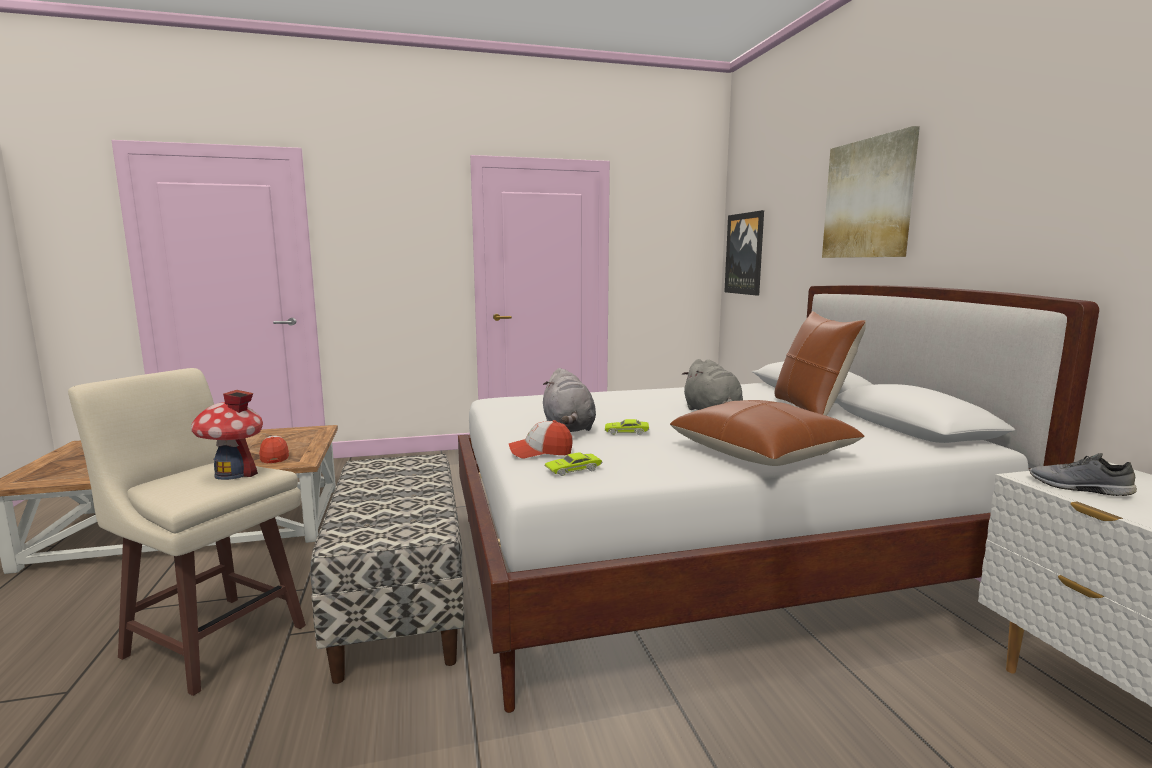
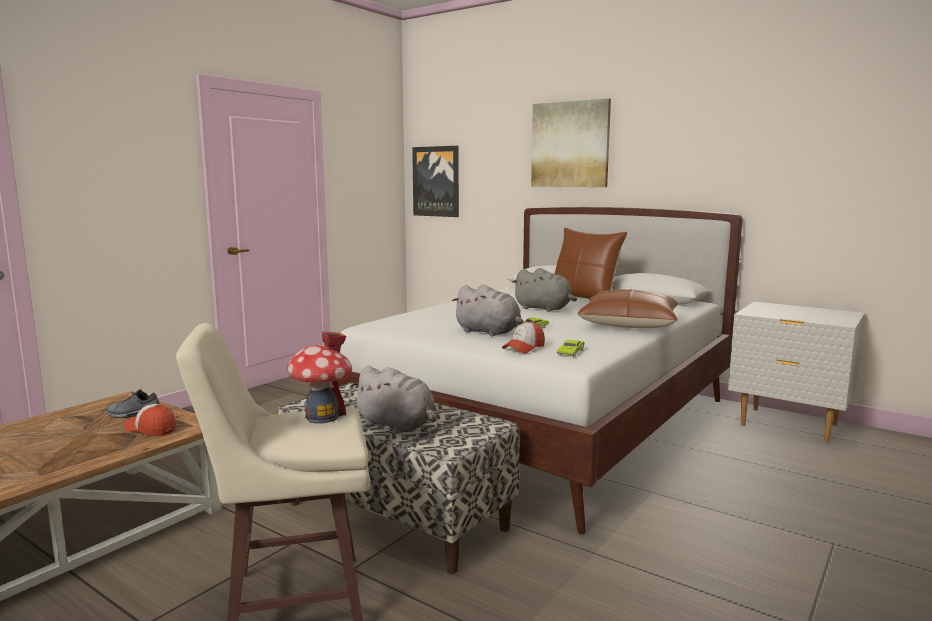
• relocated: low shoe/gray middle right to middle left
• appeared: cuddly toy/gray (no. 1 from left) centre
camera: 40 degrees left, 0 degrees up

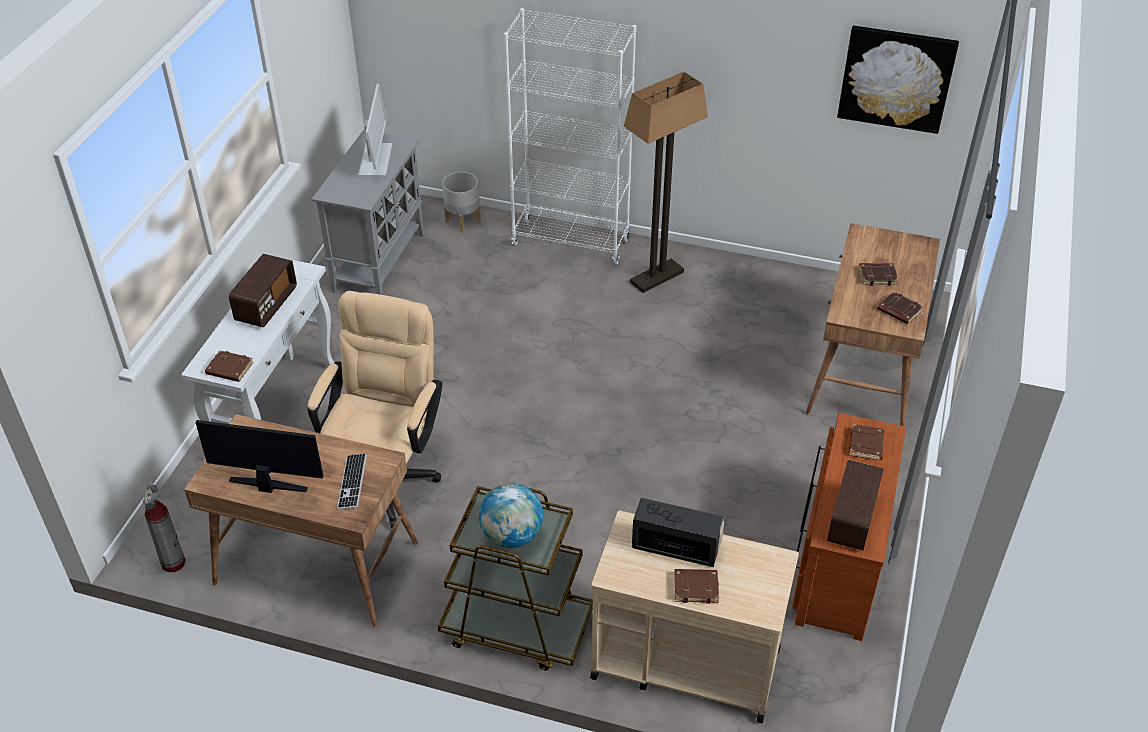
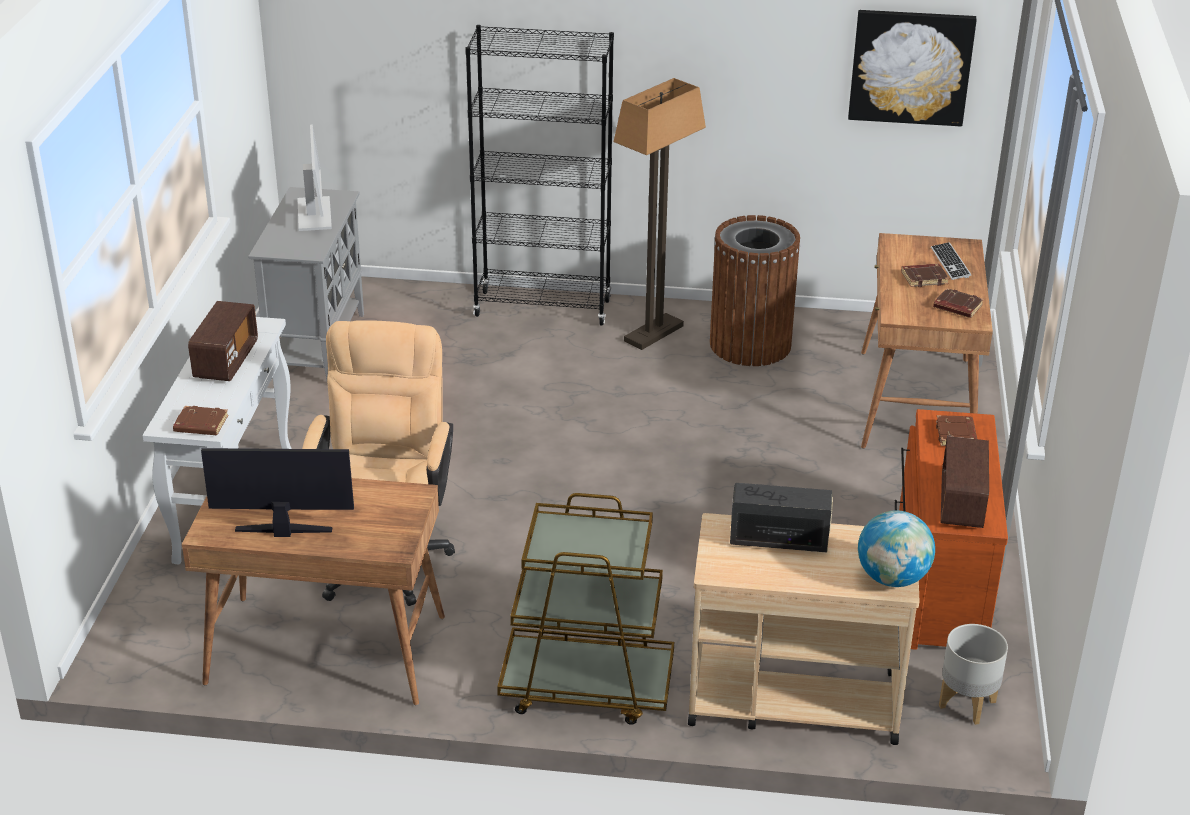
• missing: extinguisher bottom left
• relocated: keyboard middle left to top right
• relocated: flower pot/gray top centre to bottom right
• relocated: desk globe bottom centre to bottom right
• colour: bookcase/white top centre to bookcase/blackish top centre
• missing: volume/brownish (no. 2 from left) bottom centre
• appeared: trash can/brownish centre
camera: 10 degrees left, 10 degrees down

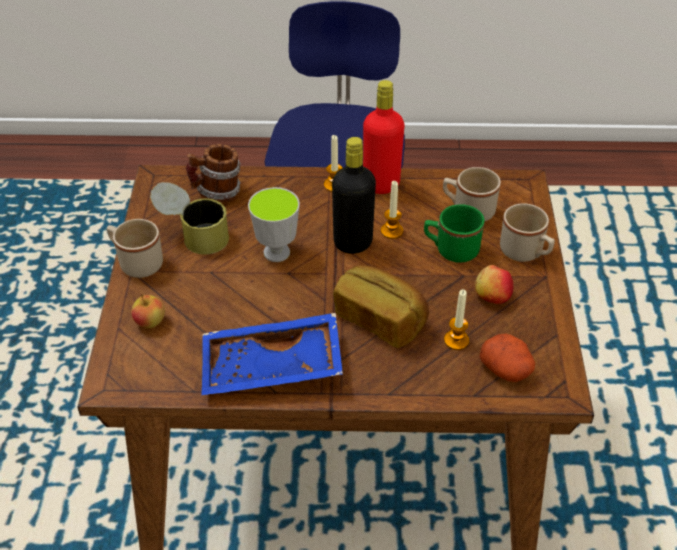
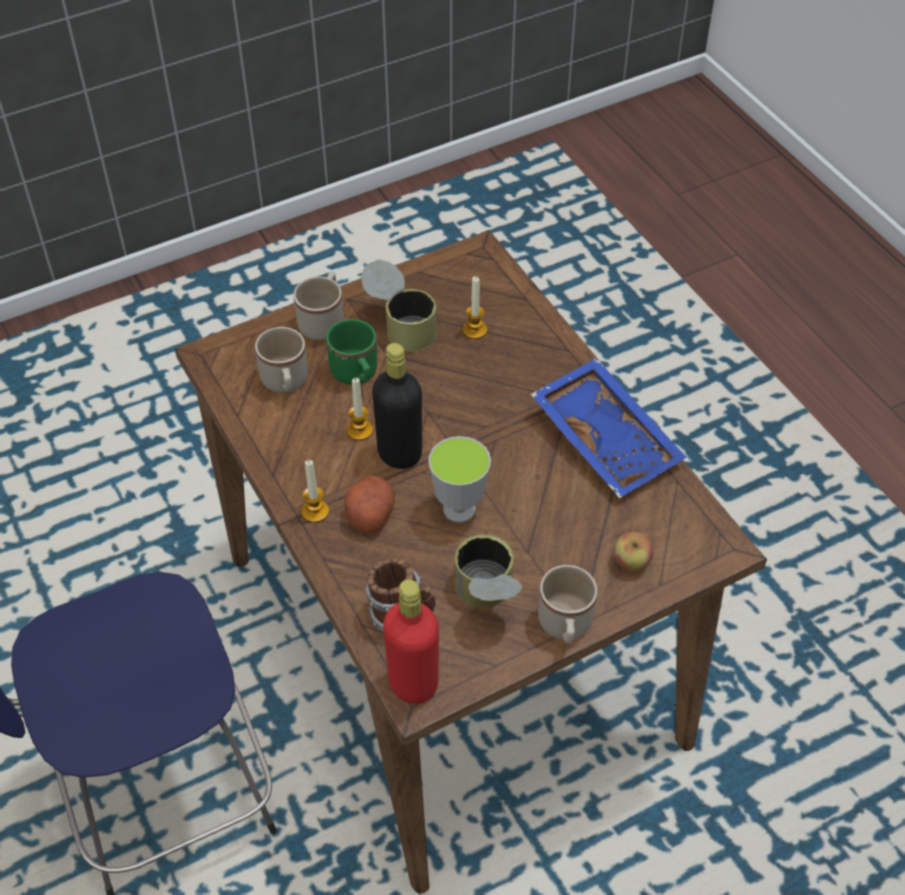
• missing: bakery bread centre
• relocated: bottle/red-coloured top centre to bottom centre
• exchanged: apple fruit (no. 2 from left) middle right to can (no. 1 from left) centre
• relocated: whole potato middle right to centre
camera: 120 degrees left, 5 degrees up

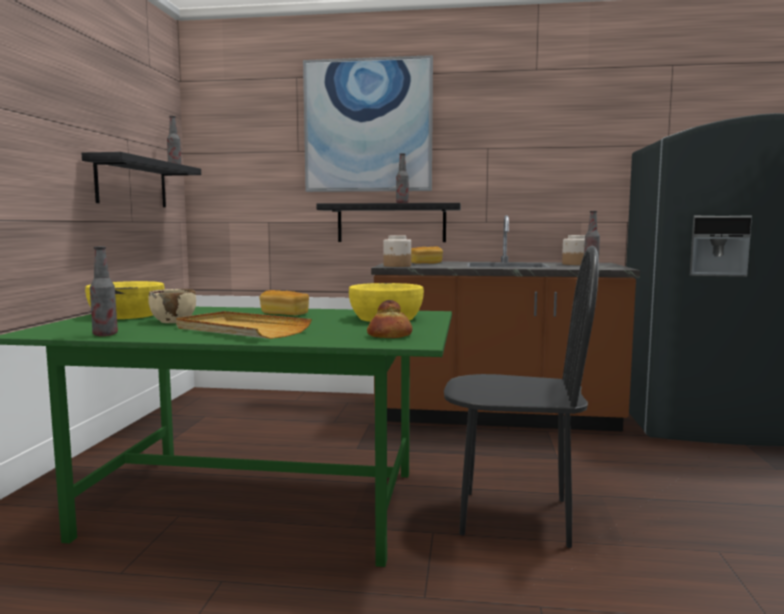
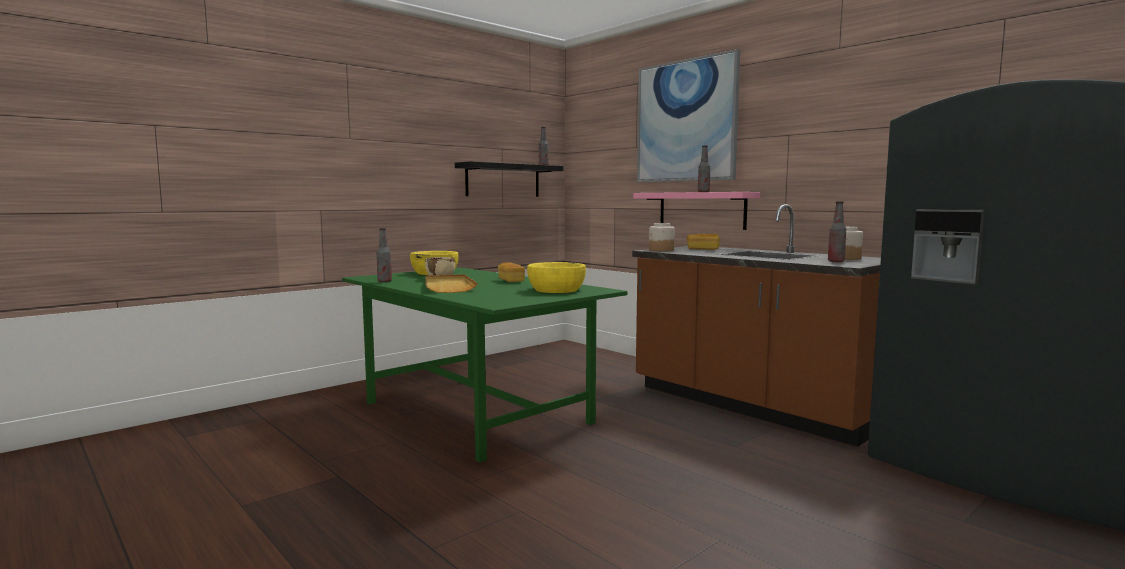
• colour: wall shelf/blackish (no. 2 from left) centre to wall shelf/pink-coloured centre
• missing: bakery bread (no. 2 from left) centre
• missing: upright chair/blackish centre
camera: 40 degrees right, 0 degrees up

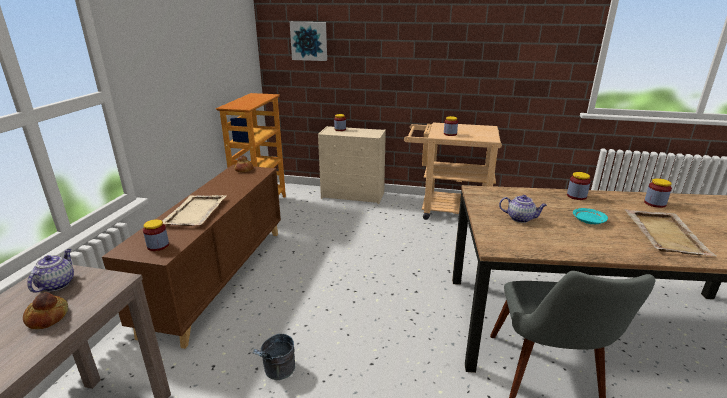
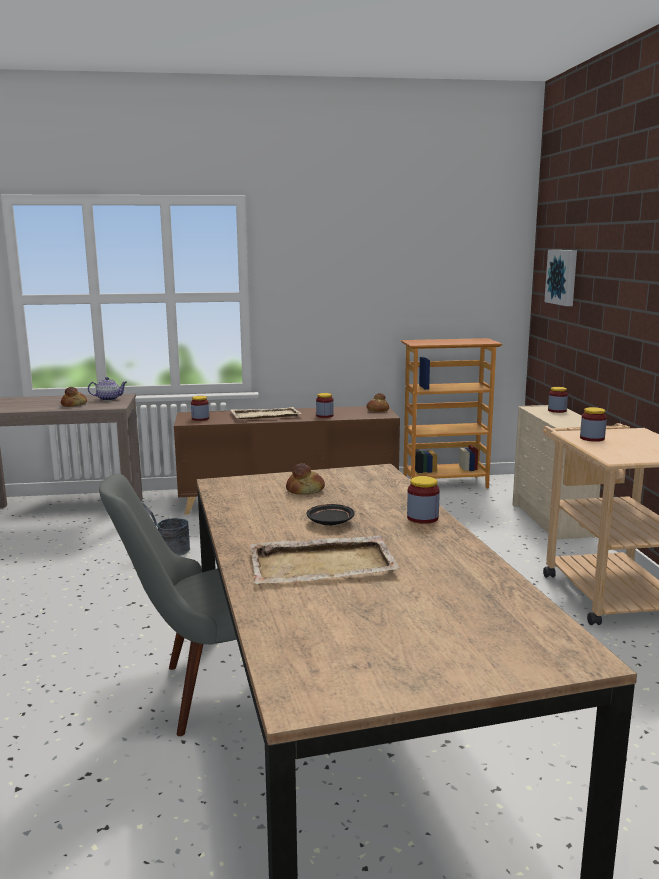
• exchanged: tea pot (no. 2 from left) middle right to bakery bread (no. 2 from left) centre
• colour: dinner plate/turquoise-coloured middle right to dinner plate/blackish centre
• relocated: storage jar (no. 5 from left in the first image) middle right to storage jar (no. 2 from left) centre
camera: 70 degrees right, 10 degrees down

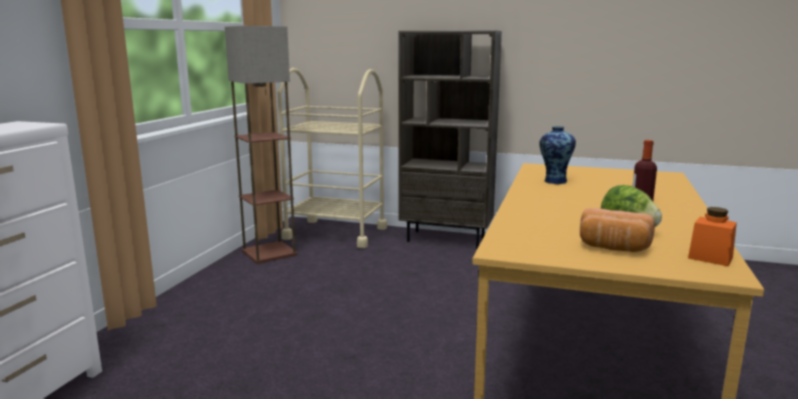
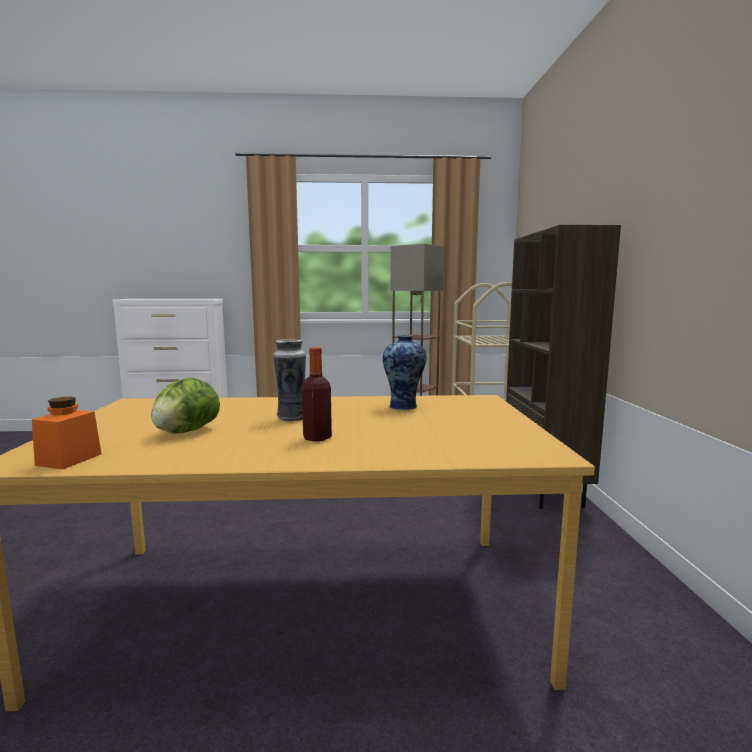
• missing: bakery bread middle right
• appeared: flower vase (no. 1 from left) centre
camera: 70 degrees right, 5 degrees down

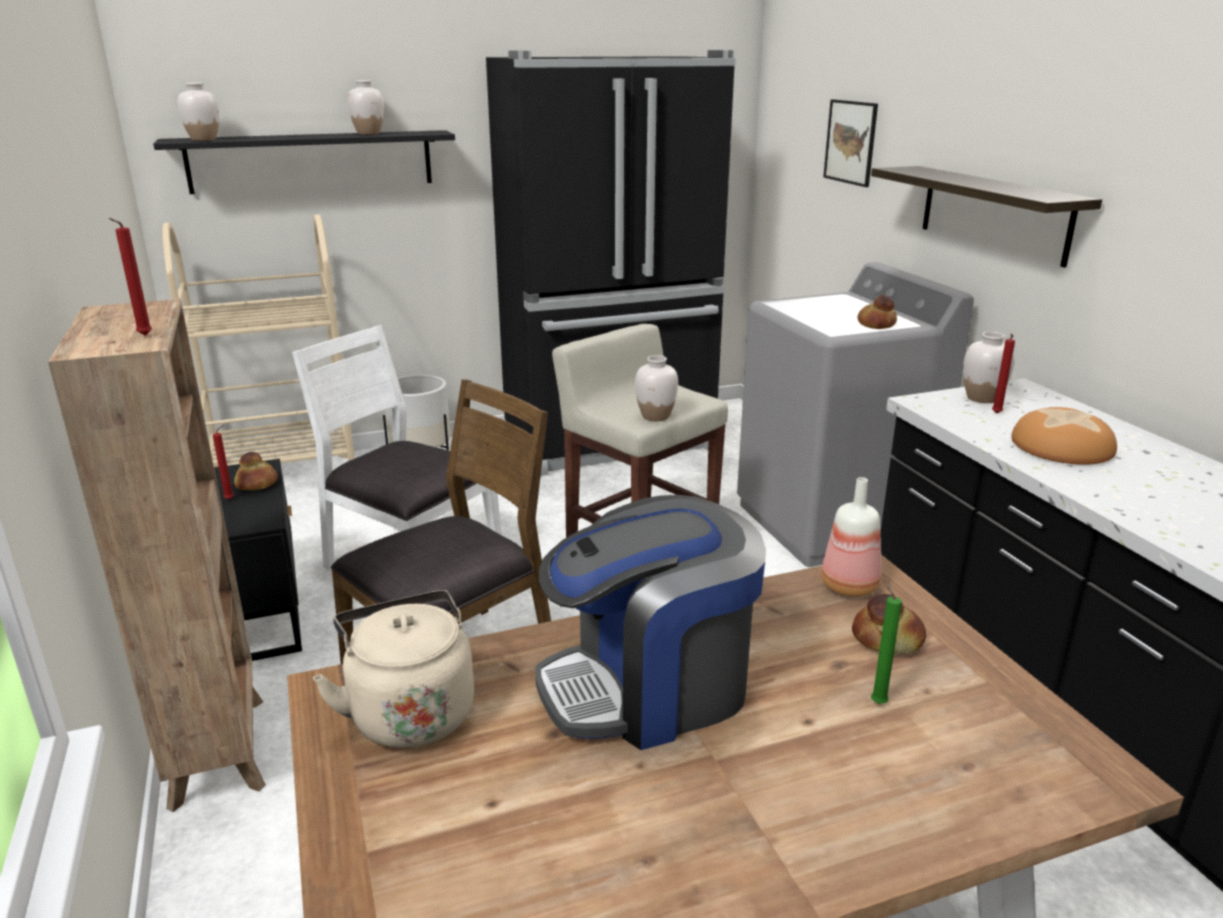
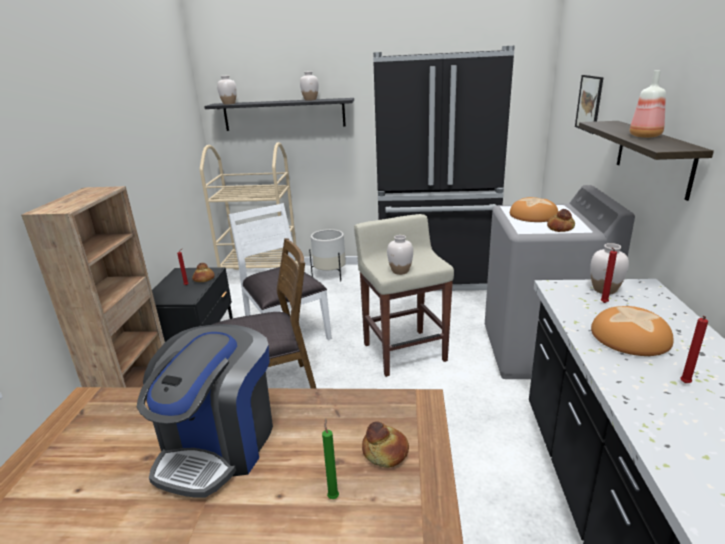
• relocated: candle/red-coloured (no. 1 from left in the first image) top left to candle/red-coloured (no. 3 from left) middle right
• missing: water kettle/beige bottom left
• spun: coffee maker bottom centre = bottom left 75 degrees counterclockwise
• relocated: bottle middle right to top right
• appeared: bakery bread (no. 3 from left) middle right
camera: 25 degrees right, 0 degrees up

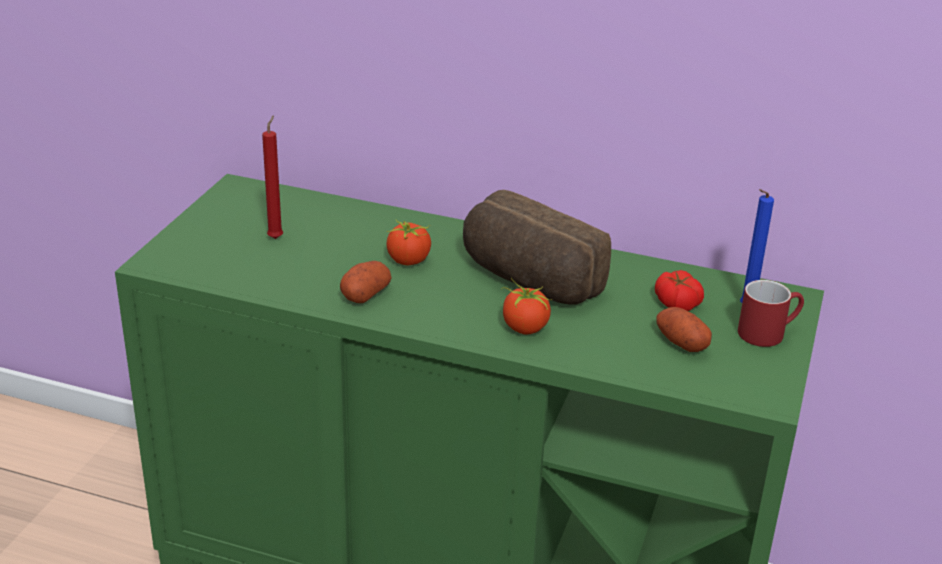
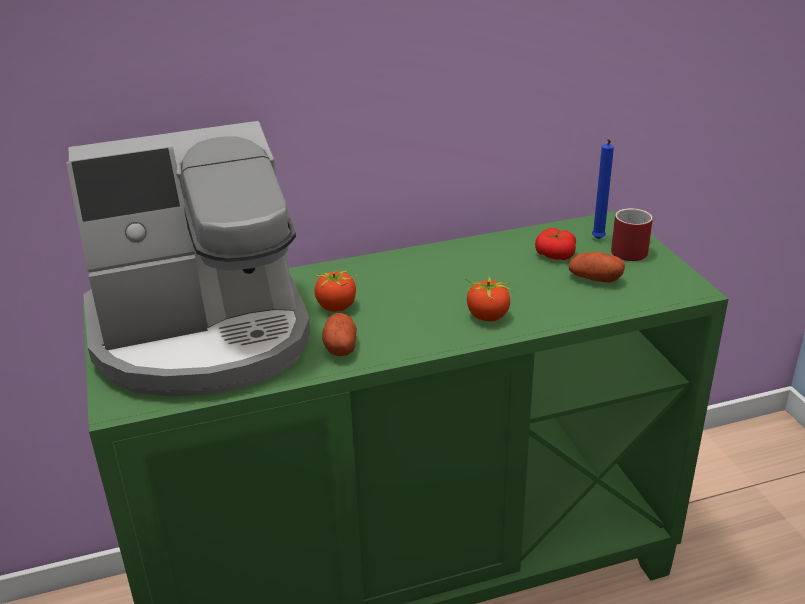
• exchanged: candle/red-coloured top left to coffee maker middle left
• missing: bakery bread centre
camera: 35 degrees left, 0 degrees up

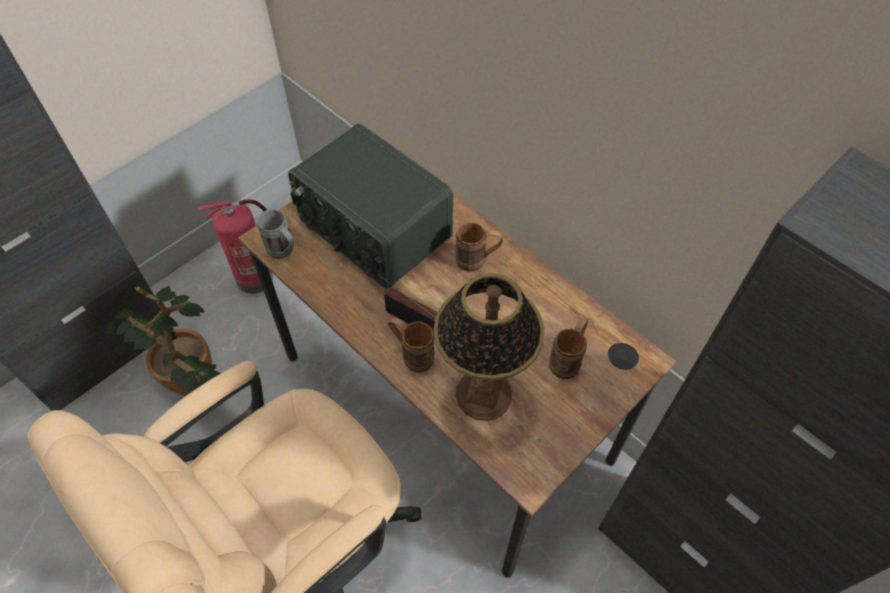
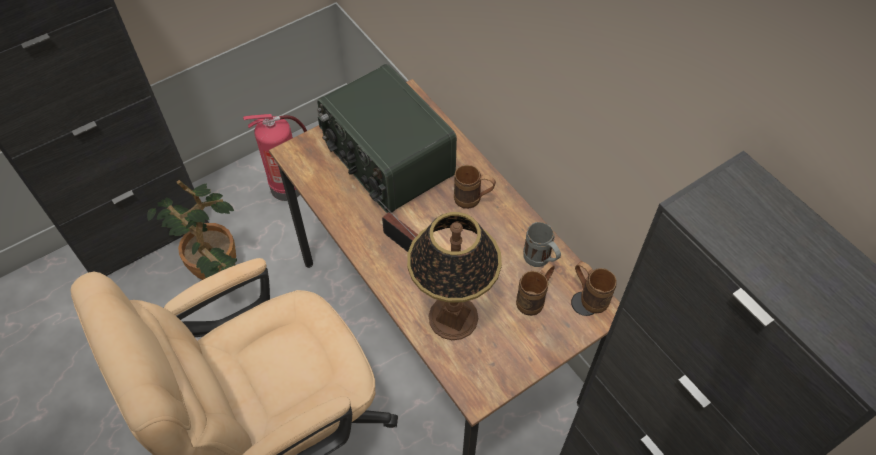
• relocated: mug/gray middle left to centre
• relocated: mug/brownish (no. 1 from left in the first image) centre to mug/brownish (no. 3 from left) middle right
camera: 10 degrees right, 0 degrees up

